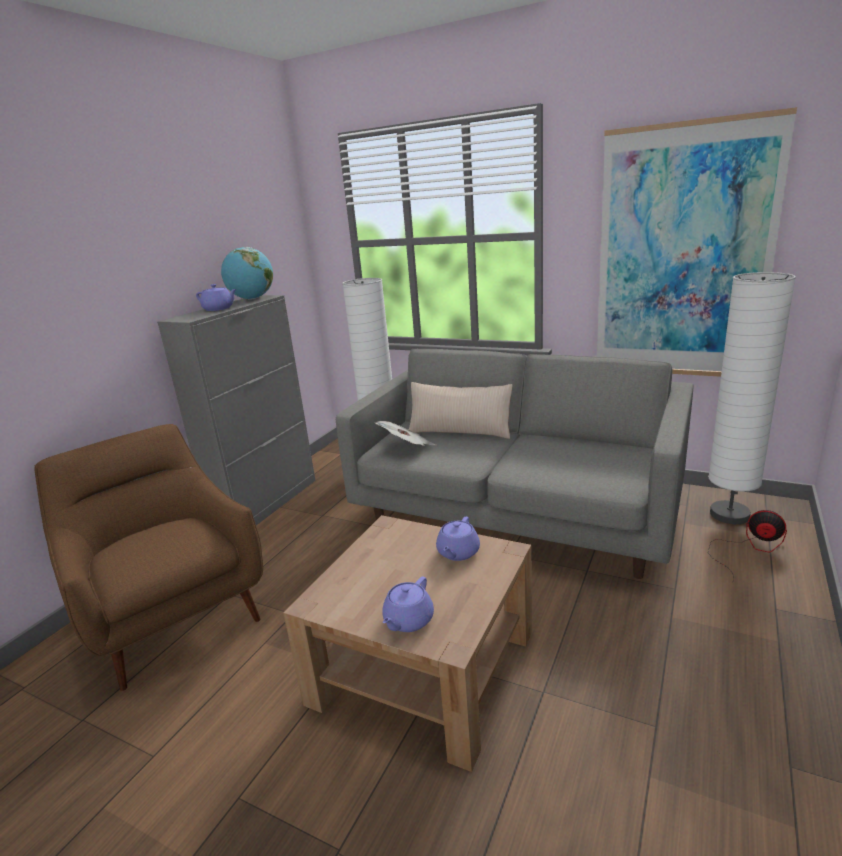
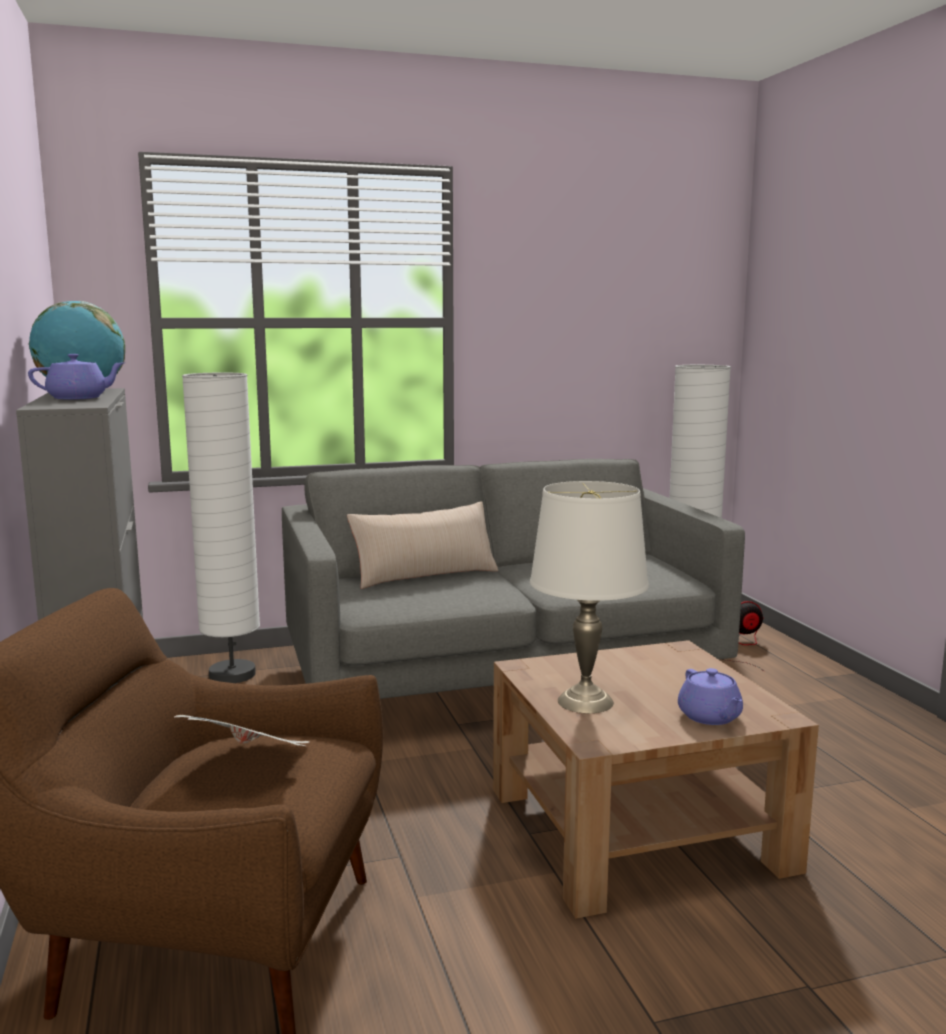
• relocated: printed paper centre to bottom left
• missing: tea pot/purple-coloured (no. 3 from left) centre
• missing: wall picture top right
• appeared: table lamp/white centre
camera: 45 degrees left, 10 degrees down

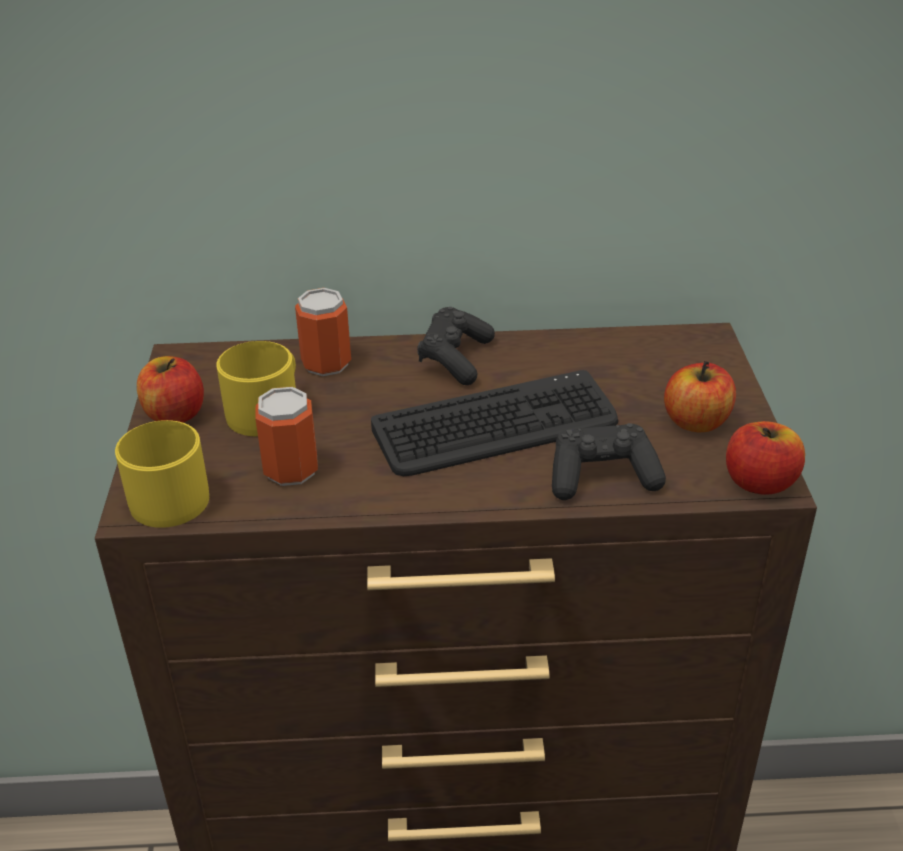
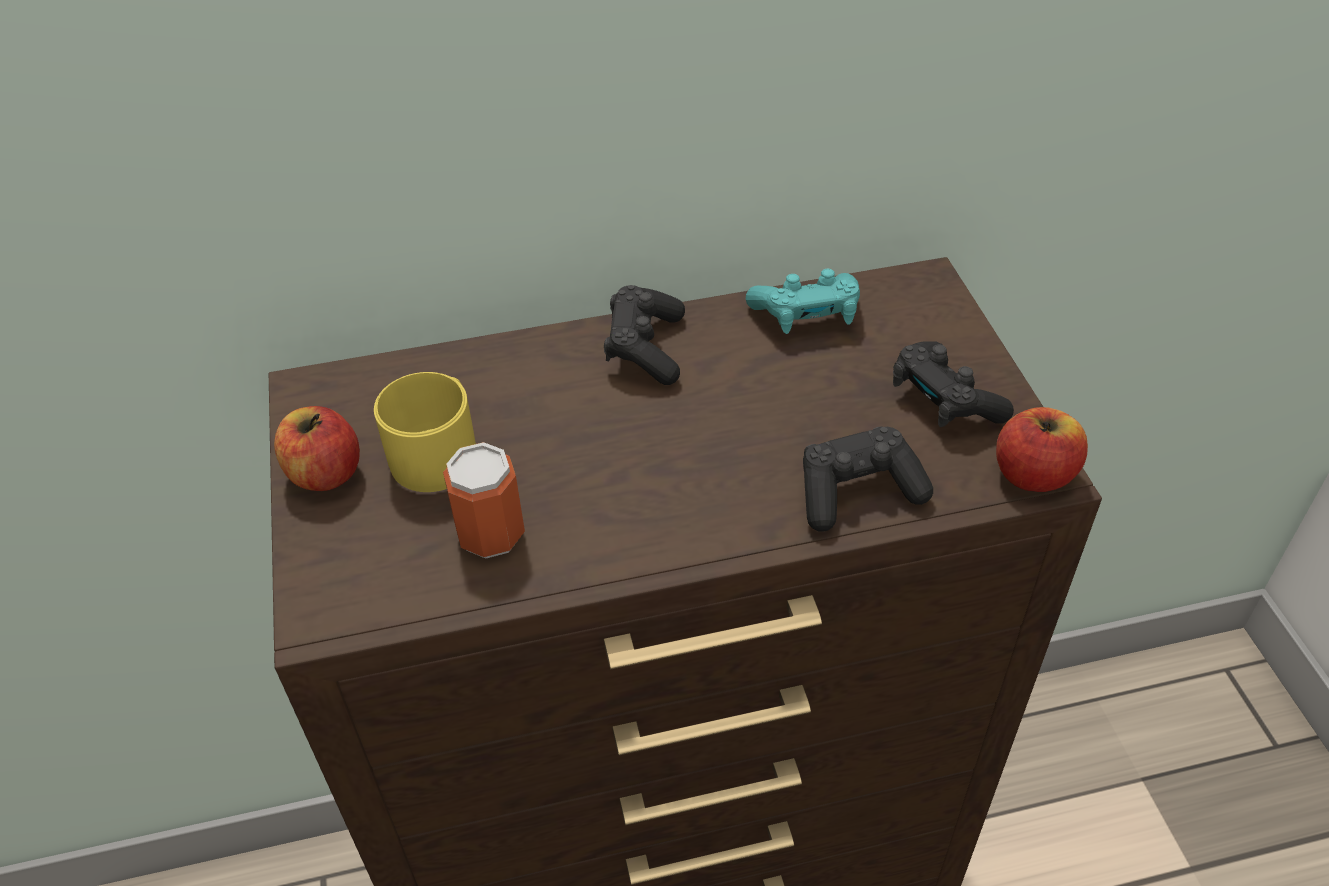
• missing: mug/yellow-coloured (no. 1 from left) middle left
• missing: can (no. 2 from left) centre
• missing: keyboard centre
• exchanged: apple fruit (no. 2 from left) middle right to game controller/blackish (no. 3 from left) middle right
• appeared: game controller/turquoise-coloured centre
camera: 10 degrees left, 10 degrees up

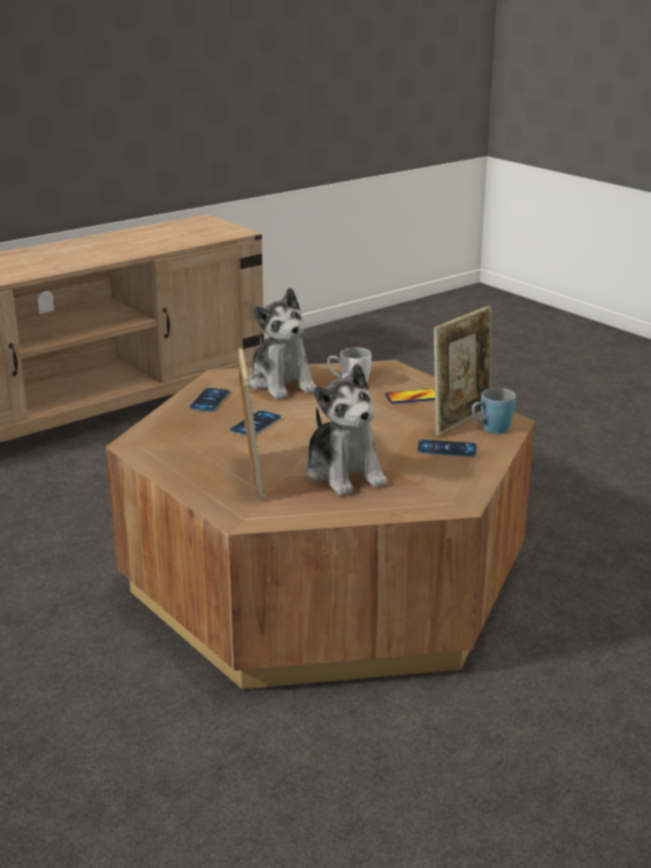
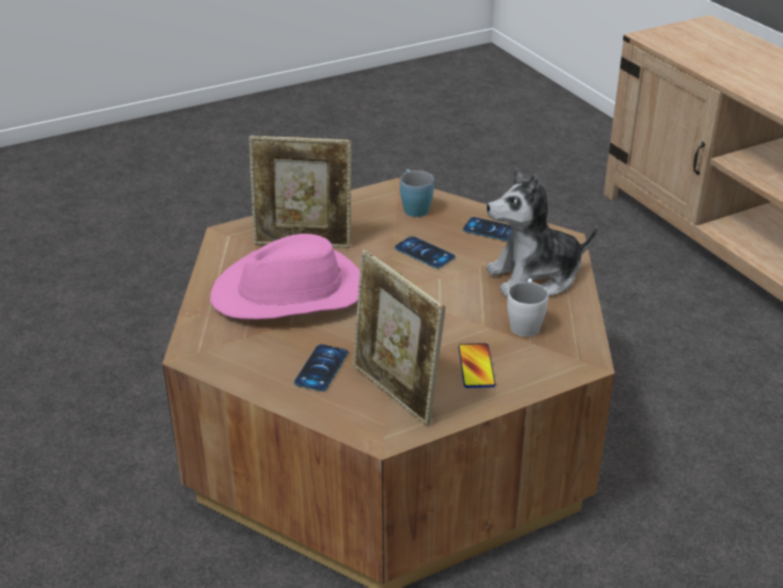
• exchanged: cuddly toy (no. 2 from left) centre to hat/pink-coloured centre
• relocated: mug/blue-coloured middle right to top centre
camera: 100 degrees right, 10 degrees up

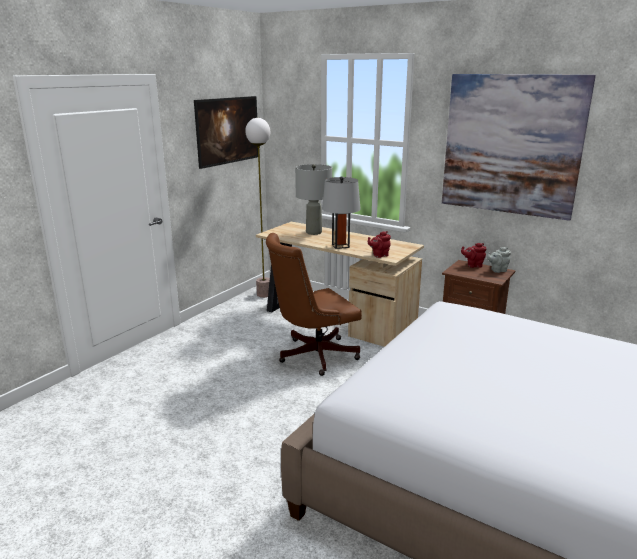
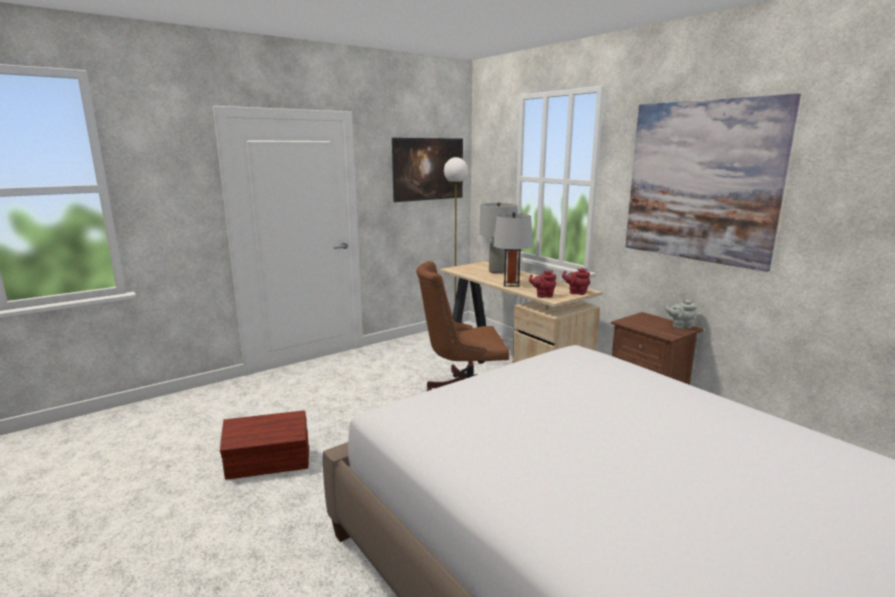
• relocated: tea pot/red-coloured (no. 2 from left) middle right to centre
• appeared: storage box/brownish bottom left
camera: 20 degrees right, 5 degrees down

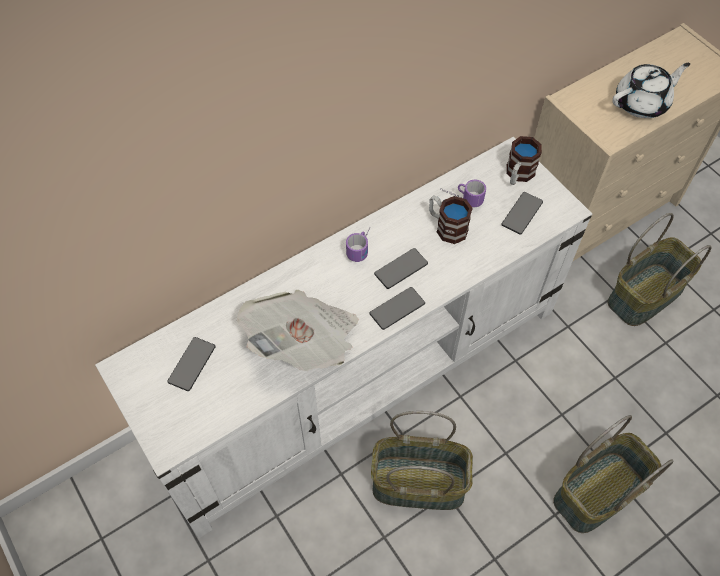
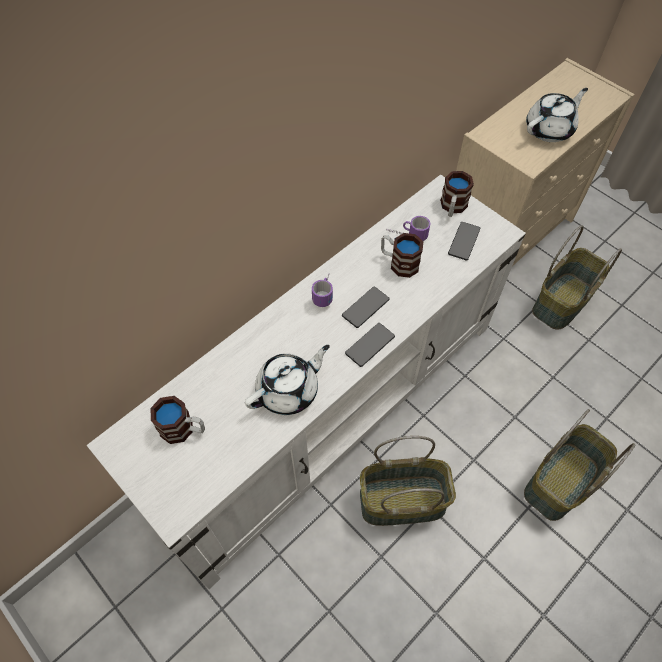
• exchanged: phone (no. 1 from left) middle left to mug (no. 1 from left) middle left
• exchanged: printed paper centre to tea pot/white (no. 1 from left) centre
camera: 10 degrees left, 0 degrees up

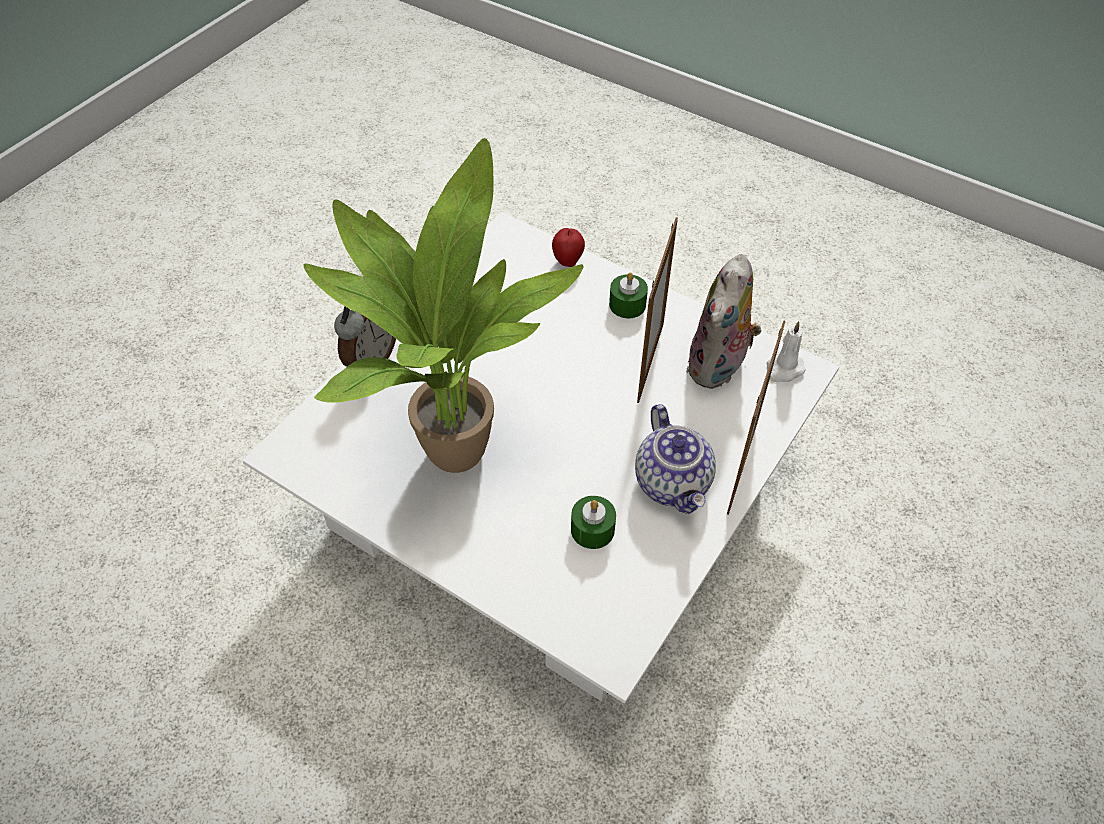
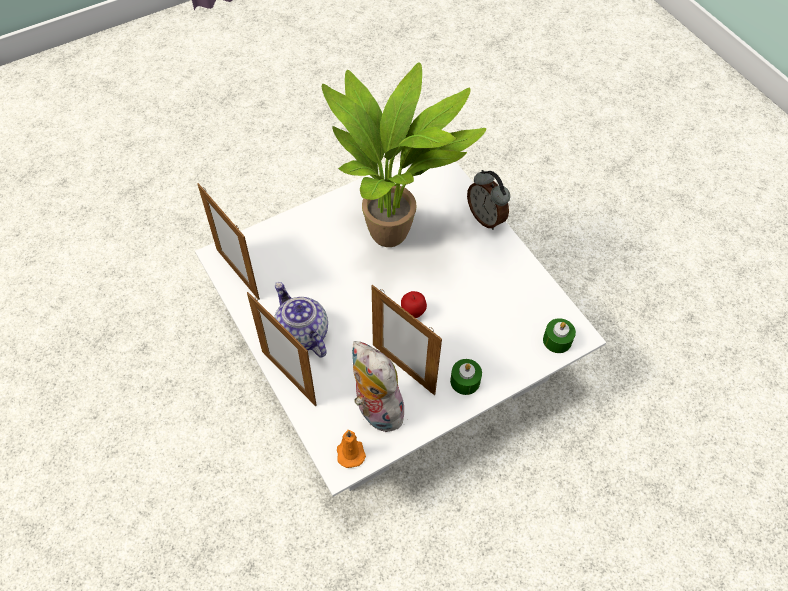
• relocated: apple fruit top centre to centre
• relocated: candle/greenish (no. 1 from left in the first image) centre to candle/greenish (no. 2 from left) middle right
• spun: tea pot centre = centre 45 degrees clockwise
• colour: candle/white middle right to candle/orange-coloured bottom centre
• appeared: photo frame (no. 1 from left) middle left
camera: 115 degrees right, 5 degrees up

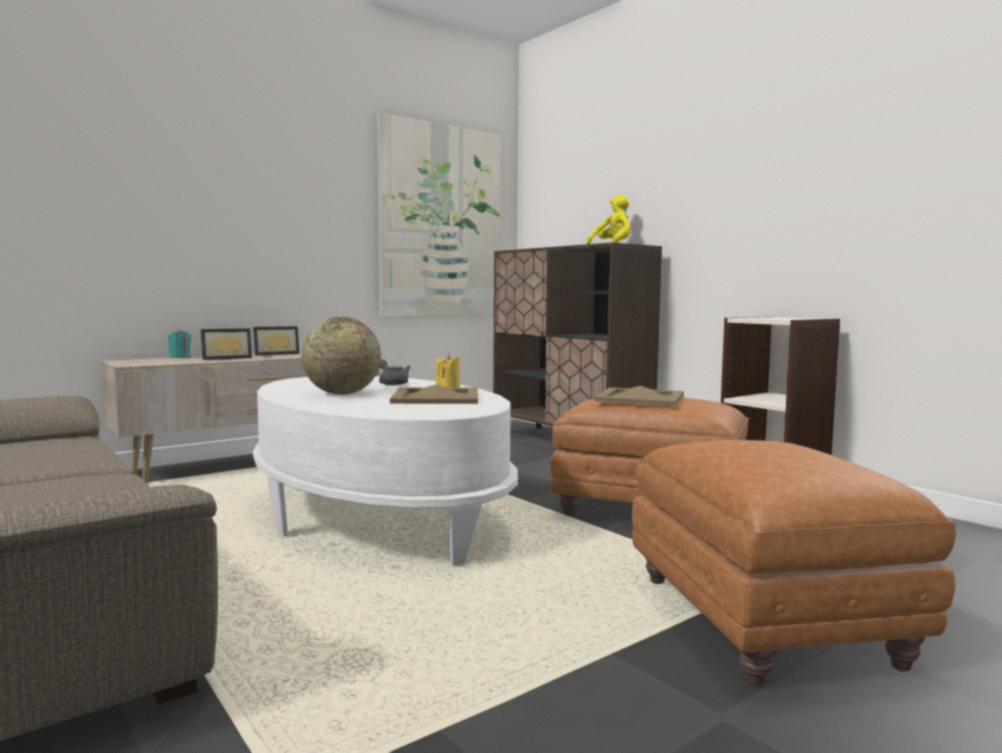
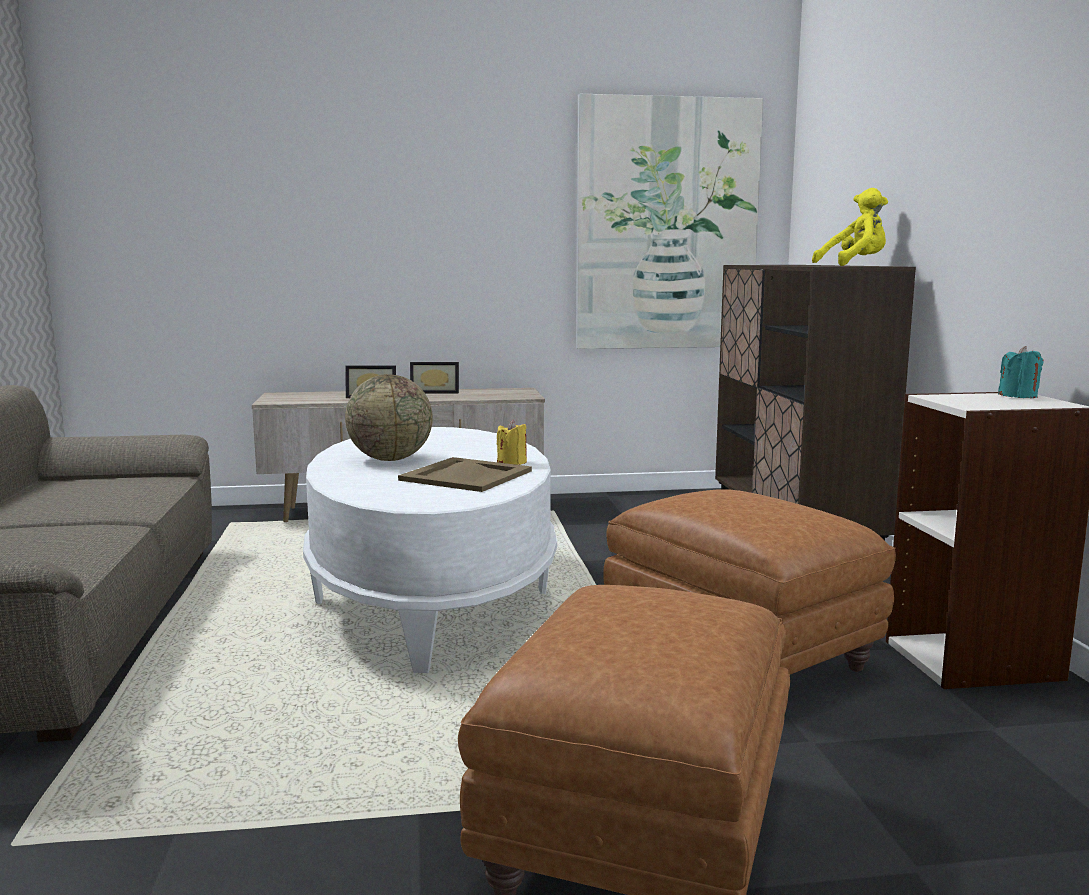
• relocated: candle/turquoise-coloured middle left to middle right
• missing: tea pot/gray centre
• missing: serving tray/beige (no. 2 from left) centre
camera: 30 degrees right, 5 degrees up

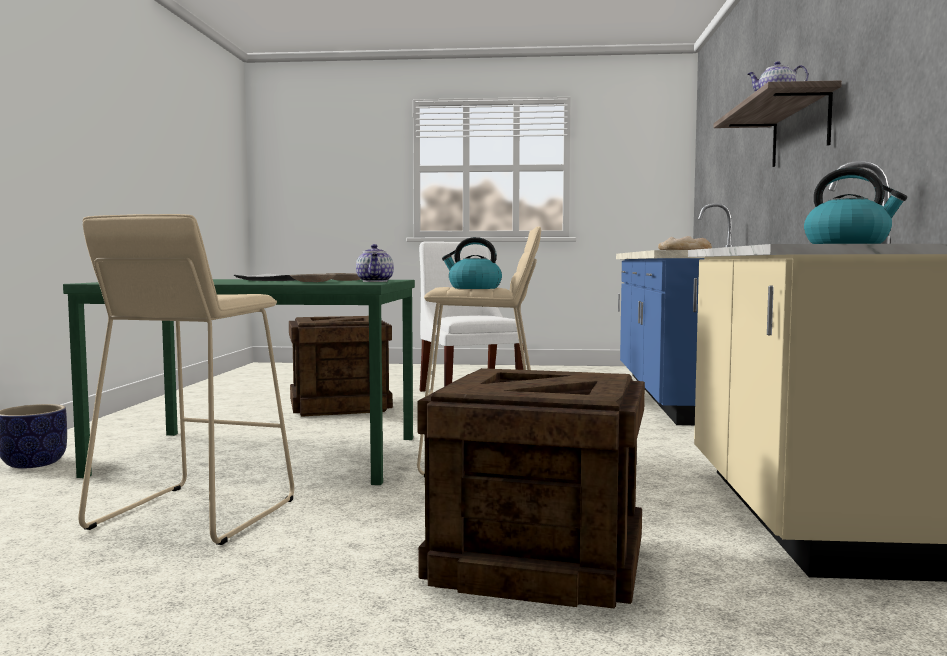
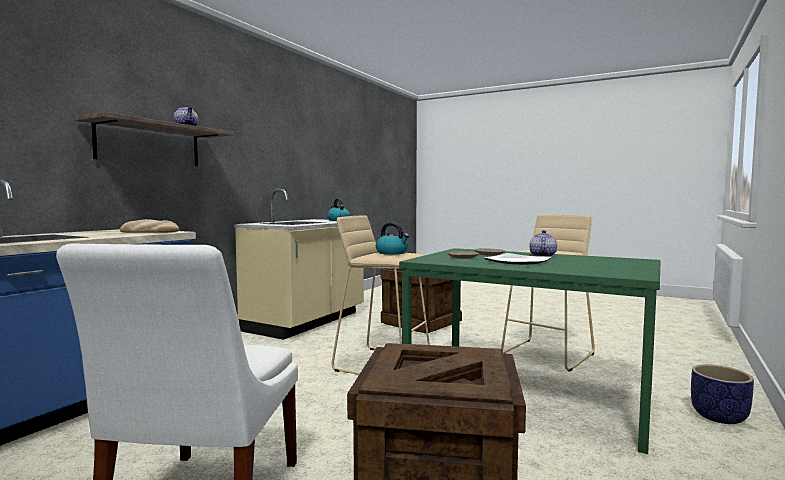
• relocated: tea pot (no. 1 from left in the first image) centre to tea pot (no. 2 from left) middle right
camera: 155 degrees left, 0 degrees up

